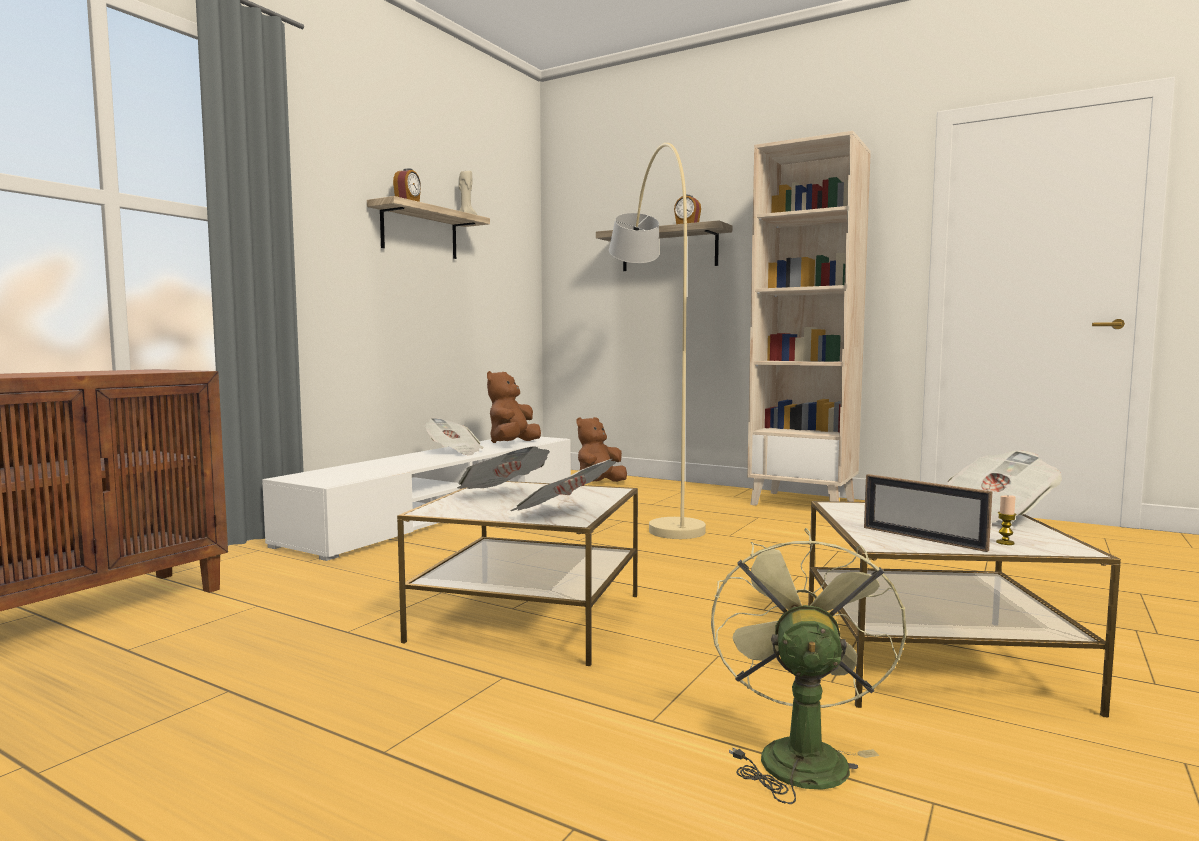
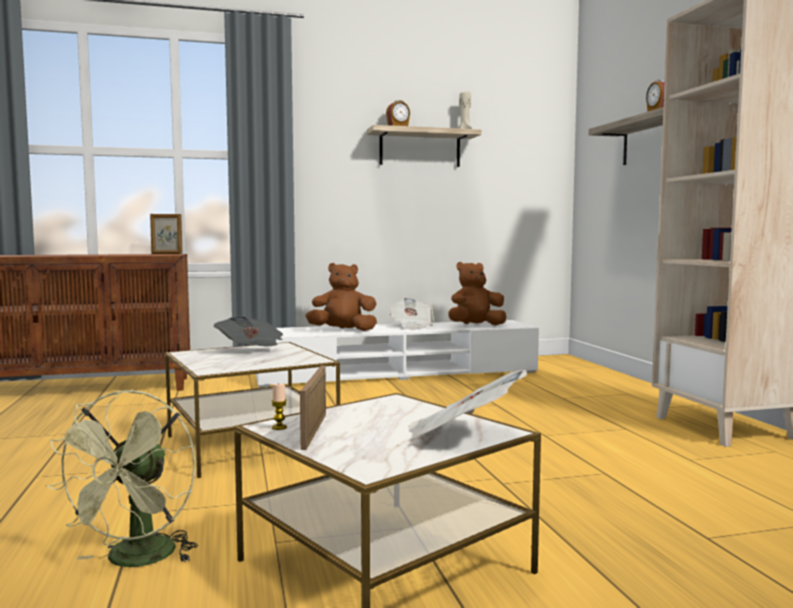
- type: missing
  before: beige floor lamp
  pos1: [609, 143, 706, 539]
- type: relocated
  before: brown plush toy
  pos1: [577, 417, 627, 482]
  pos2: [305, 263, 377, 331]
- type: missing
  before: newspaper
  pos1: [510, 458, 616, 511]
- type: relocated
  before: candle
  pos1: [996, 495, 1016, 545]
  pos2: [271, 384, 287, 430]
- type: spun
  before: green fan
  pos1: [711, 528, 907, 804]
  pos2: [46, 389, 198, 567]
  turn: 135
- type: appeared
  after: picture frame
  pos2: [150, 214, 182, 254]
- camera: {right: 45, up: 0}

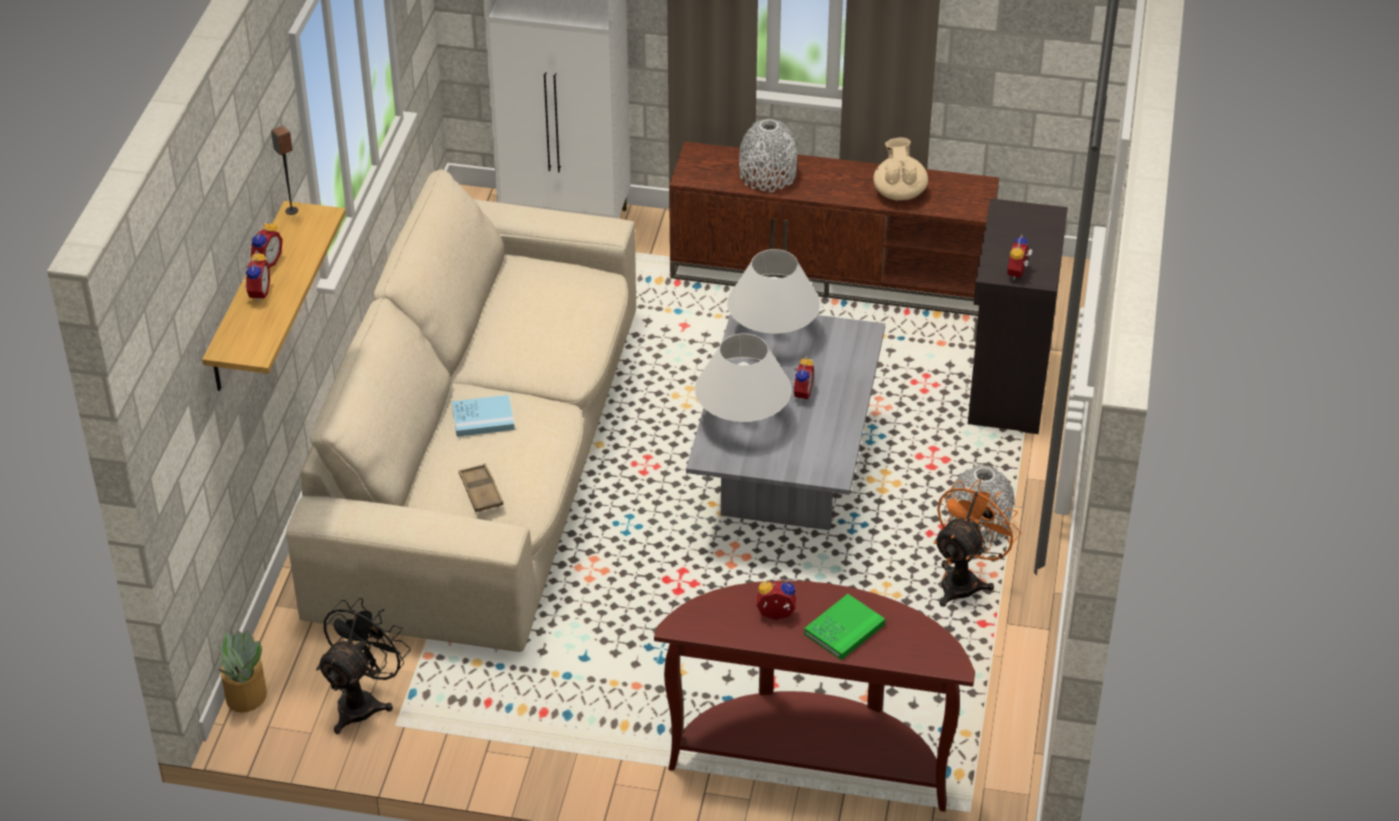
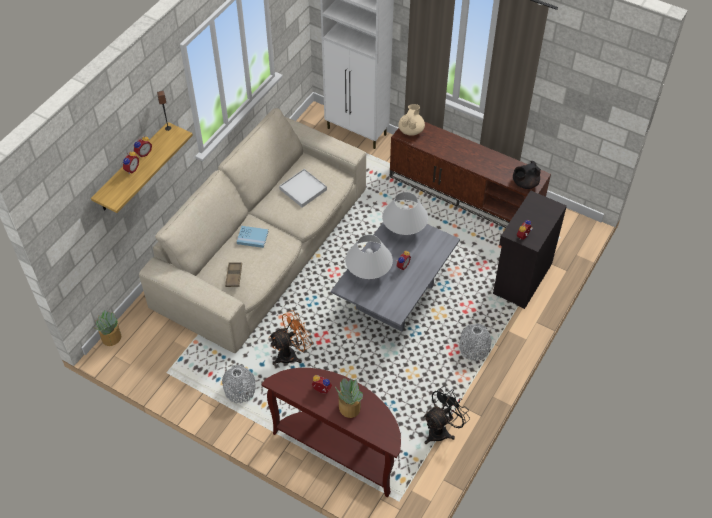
- type: relocated
  before: grey vase
  pos1: [739, 119, 797, 192]
  pos2: [222, 365, 255, 403]
- type: relocated
  before: beige teapot
  pos1: [873, 138, 928, 201]
  pos2: [398, 104, 425, 136]
- type: relocated
  before: orange fan
  pos1: [934, 479, 1021, 607]
  pos2: [269, 310, 313, 365]
- type: exchanged
  before: green book
  after: potted plant
  pos1: [804, 594, 885, 660]
  pos2: [335, 378, 363, 418]
- type: relocated
  before: black fan
  pos1: [316, 598, 411, 734]
  pos2: [423, 387, 470, 444]
- type: appeared
  after: black teapot
  pos2: [513, 161, 541, 189]
- type: appeared
  after: white tray
  pos2: [279, 169, 327, 208]
- camera: {right: 20, up: 10}

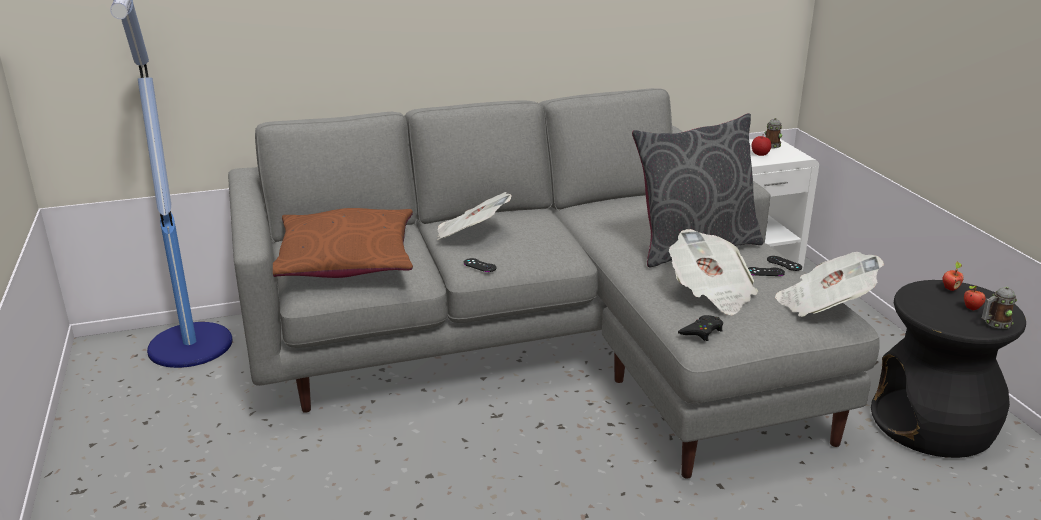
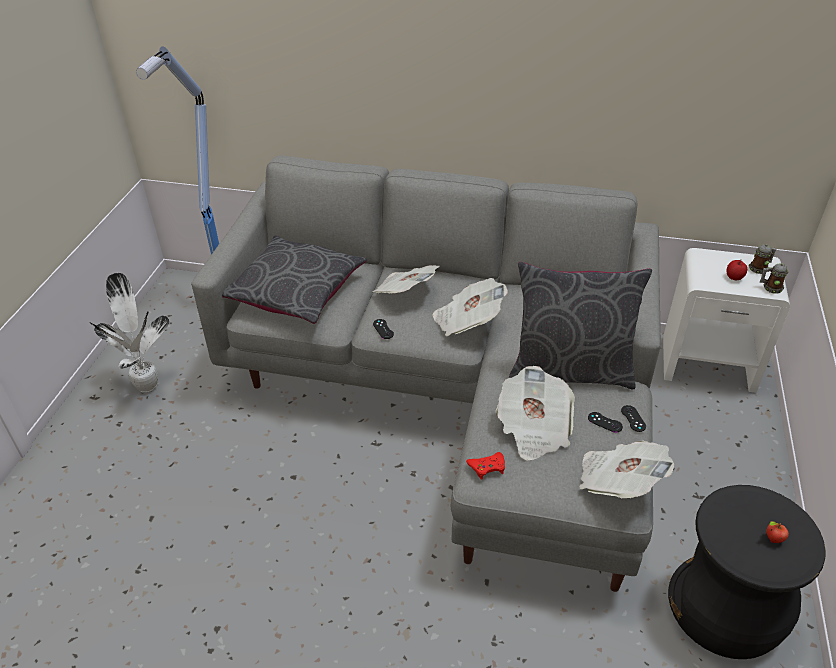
- type: colour
  before: brown pillow
  after: grey pillow
  pos1: [273, 208, 413, 278]
  pos2: [222, 235, 367, 324]
- type: missing
  before: apple
  pos1: [943, 261, 964, 291]
- type: relocated
  before: mug
  pos1: [982, 287, 1017, 329]
  pos2: [760, 263, 788, 294]
- type: colour
  before: black game controller
  after: red game controller
  pos1: [678, 315, 723, 341]
  pos2: [466, 452, 505, 480]
- type: appeared
  after: potted plant
  pos2: [89, 273, 169, 393]
- type: appeared
  after: newspaper
  pos2: [432, 278, 508, 336]
- camera: {right: 30, up: 15}

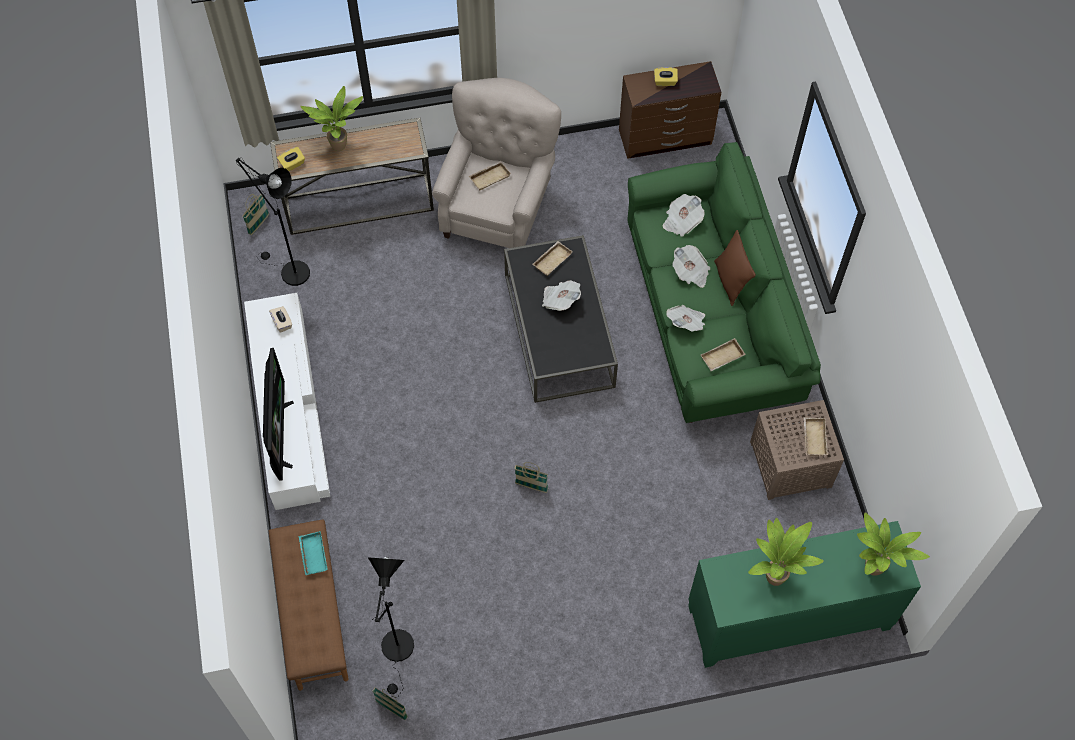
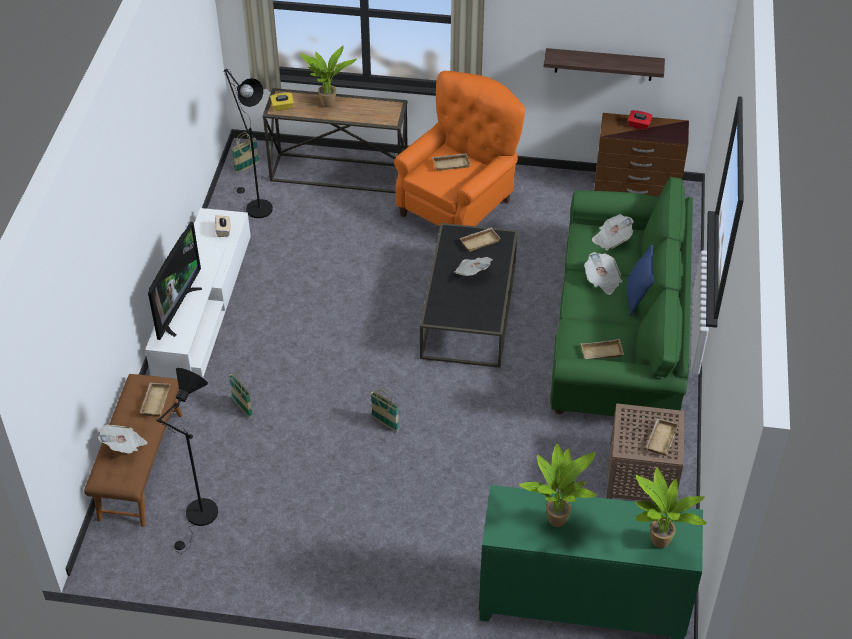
- type: colour
  before: yellow tissue box
  after: red tissue box
  pos1: [654, 67, 678, 86]
  pos2: [628, 110, 652, 130]
- type: colour
  before: beige armchair
  after: orange armchair
  pos1: [432, 78, 561, 248]
  pos2: [394, 71, 525, 226]
- type: colour
  before: brown pillow
  after: blue pillow
  pos1: [714, 230, 756, 306]
  pos2: [627, 244, 654, 316]
- type: relocated
  before: newspaper
  pos1: [666, 305, 705, 332]
  pos2: [98, 425, 147, 454]
- type: colour
  before: turquoise tray
  after: beige tray
  pos1: [299, 531, 328, 575]
  pos2: [140, 383, 170, 416]
- type: relocated
  before: basket
  pos1: [373, 687, 408, 720]
  pos2: [229, 371, 253, 418]
- type: appeared
  after: shelf
  pos2: [544, 48, 665, 81]
- camera: {right: 20, up: -15}

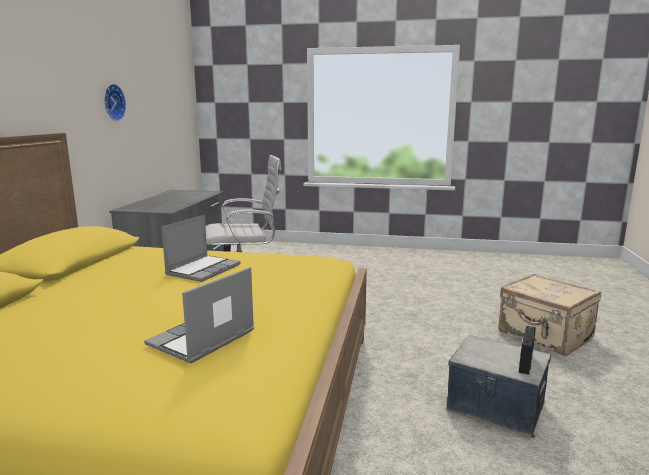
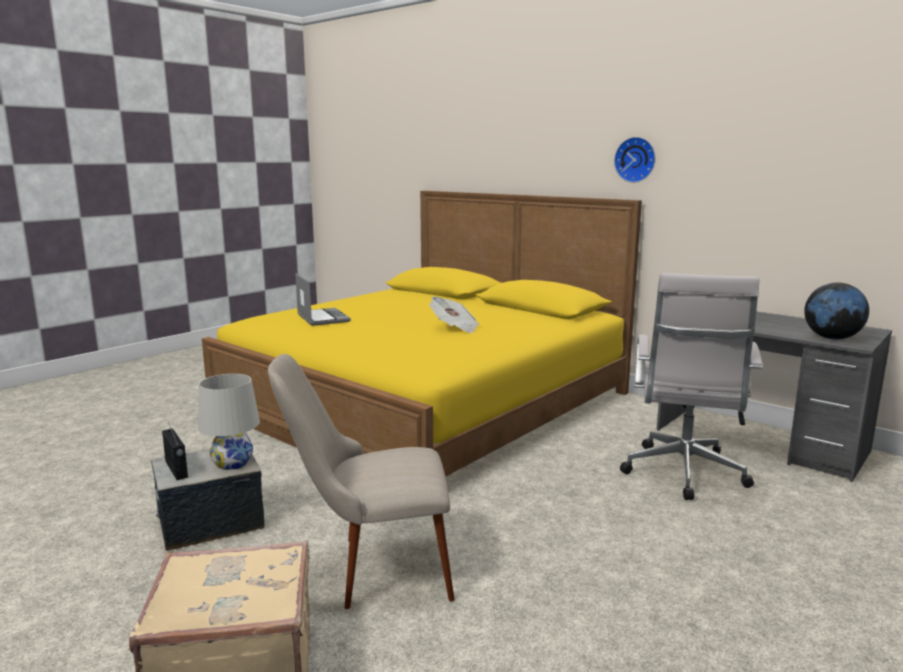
- type: relocated
  before: wall clock
  pos1: [104, 84, 126, 121]
  pos2: [614, 137, 656, 183]
- type: exchanged
  before: laptop
  after: newspaper
  pos1: [161, 215, 241, 282]
  pos2: [429, 296, 480, 333]
- type: appeared
  after: globe
  pos2: [804, 283, 869, 339]
- type: appeared
  after: beige chair
  pos2: [268, 354, 454, 609]
- type: appeared
  after: white table lamp
  pos2: [198, 374, 260, 470]
- camera: {right: 120, up: 0}

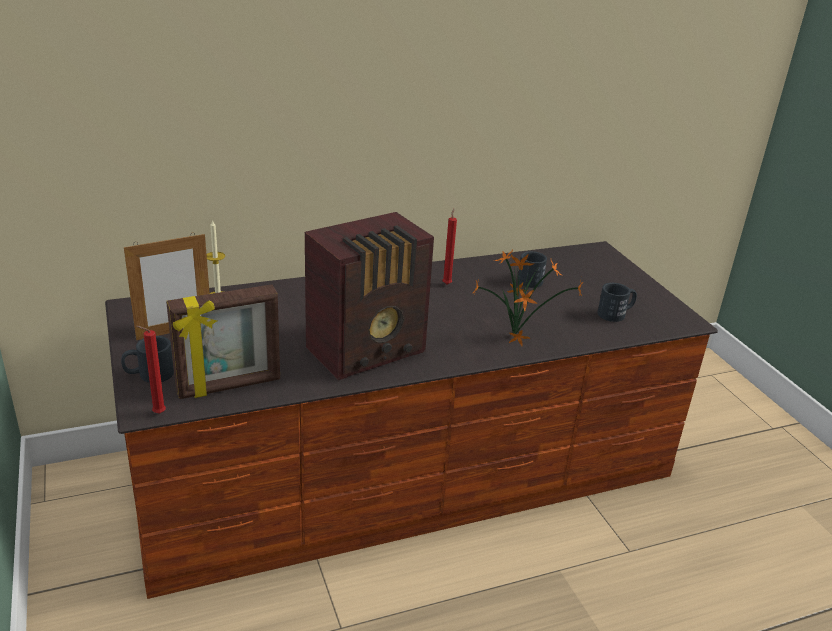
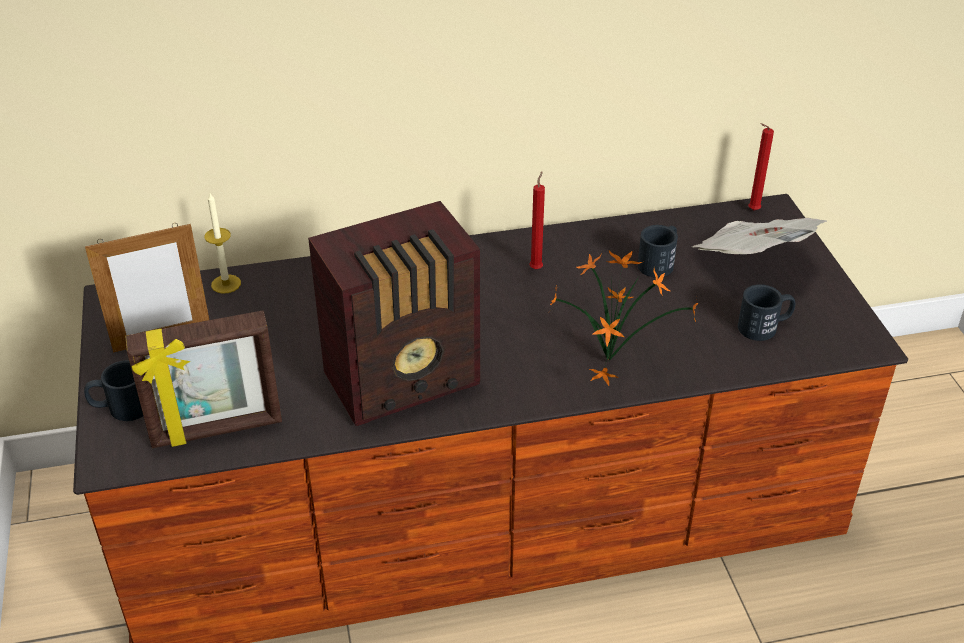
- type: relocated
  before: red candle
  pos1: [136, 326, 166, 414]
  pos2: [748, 123, 774, 210]
- type: appeared
  after: newspaper
  pos2: [693, 218, 827, 254]
- camera: {right: 10, up: 10}

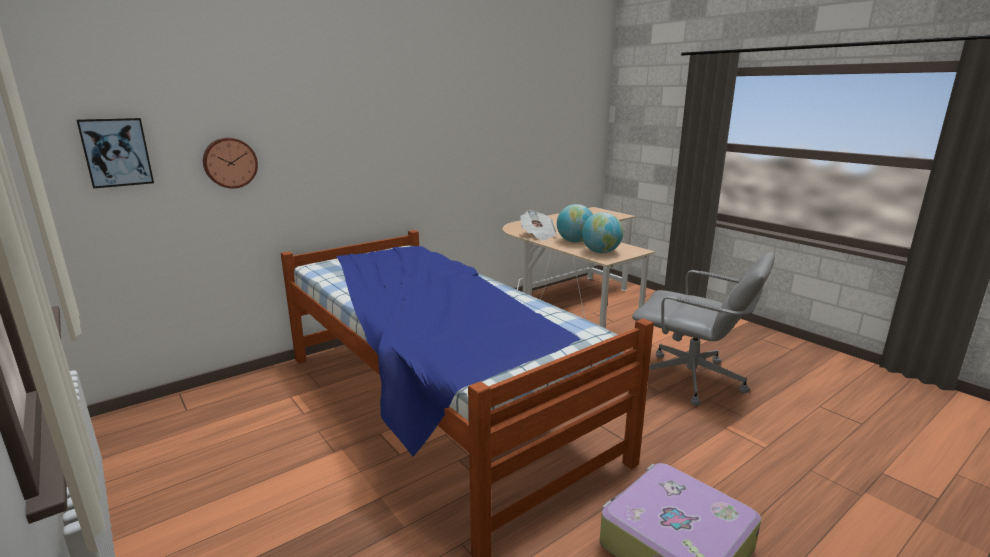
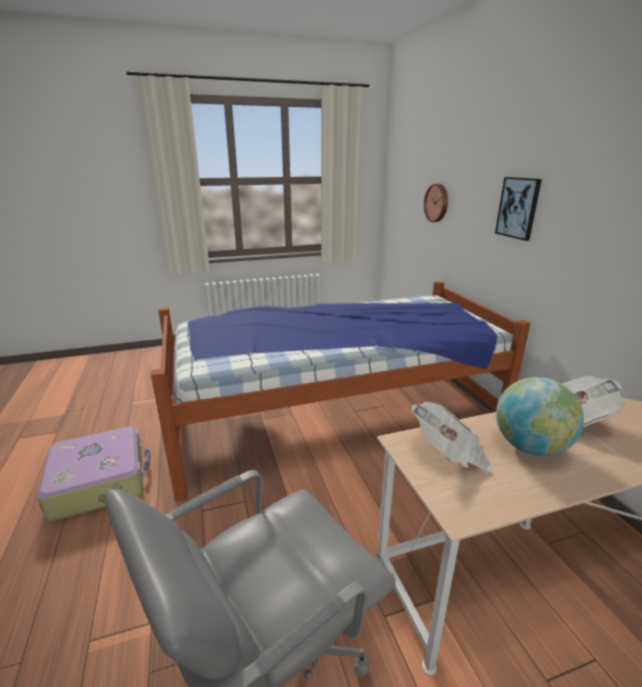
- type: relocated
  before: picture
  pos1: [76, 118, 154, 189]
  pos2: [495, 177, 542, 241]
- type: exchanged
  before: globe
  after: newspaper
  pos1: [582, 212, 623, 253]
  pos2: [412, 402, 493, 472]
- camera: {right: 110, up: 5}

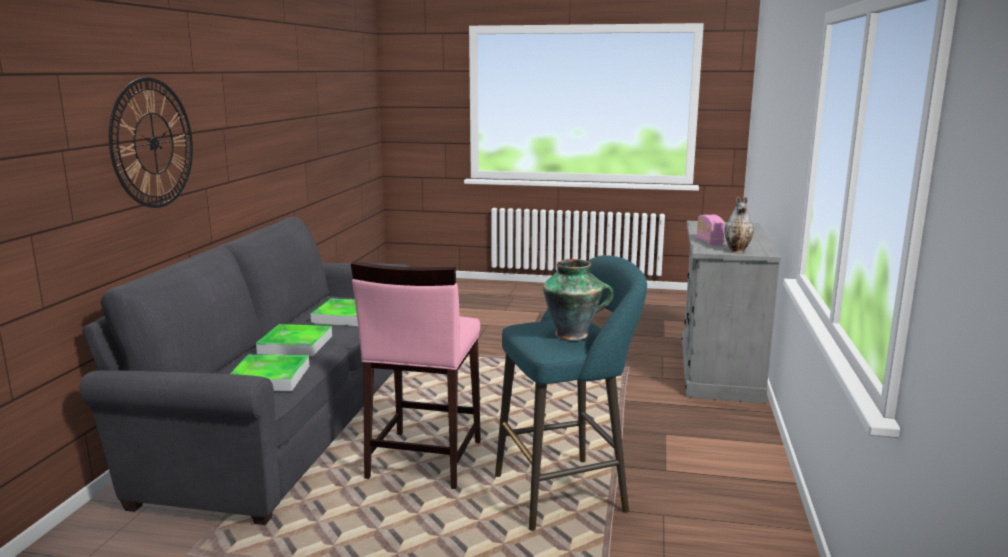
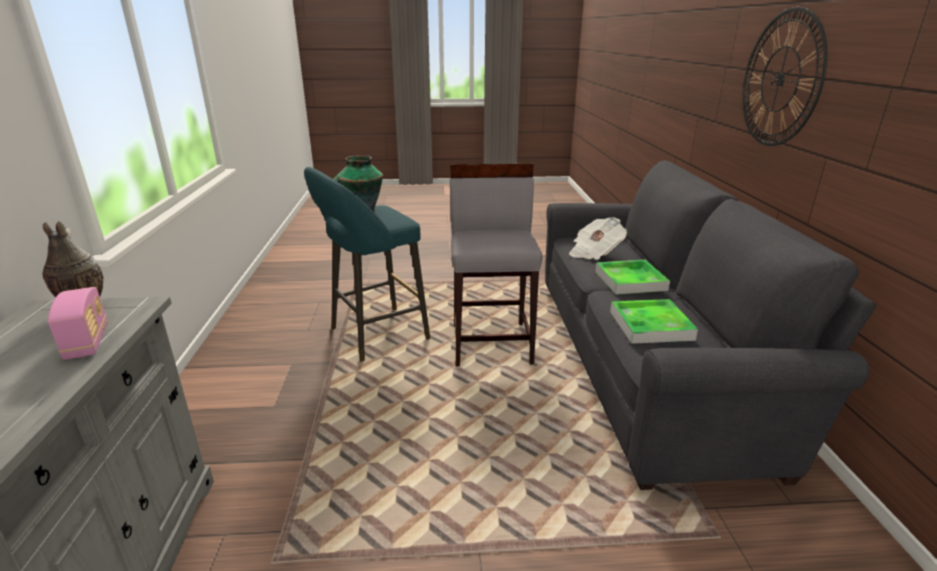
- type: colour
  before: pink stool
  after: grey stool
  pos1: [351, 261, 481, 489]
  pos2: [450, 164, 543, 366]
- type: exchanged
  before: tray
  after: newspaper
  pos1: [230, 355, 309, 391]
  pos2: [569, 217, 627, 260]
- camera: {right: 165, up: 10}

